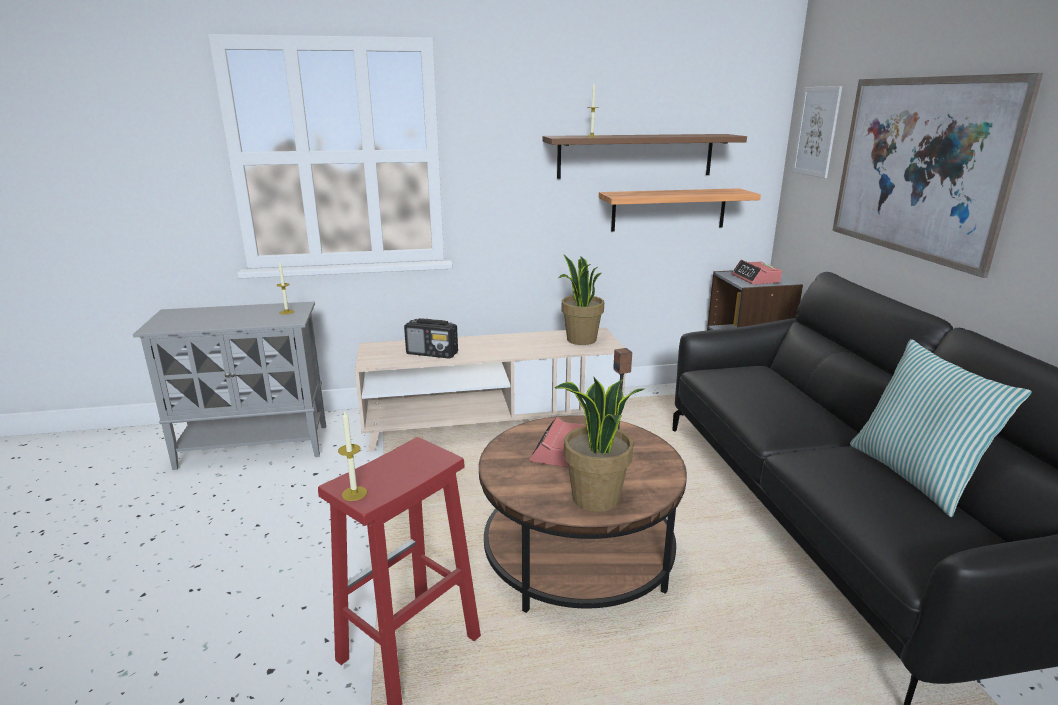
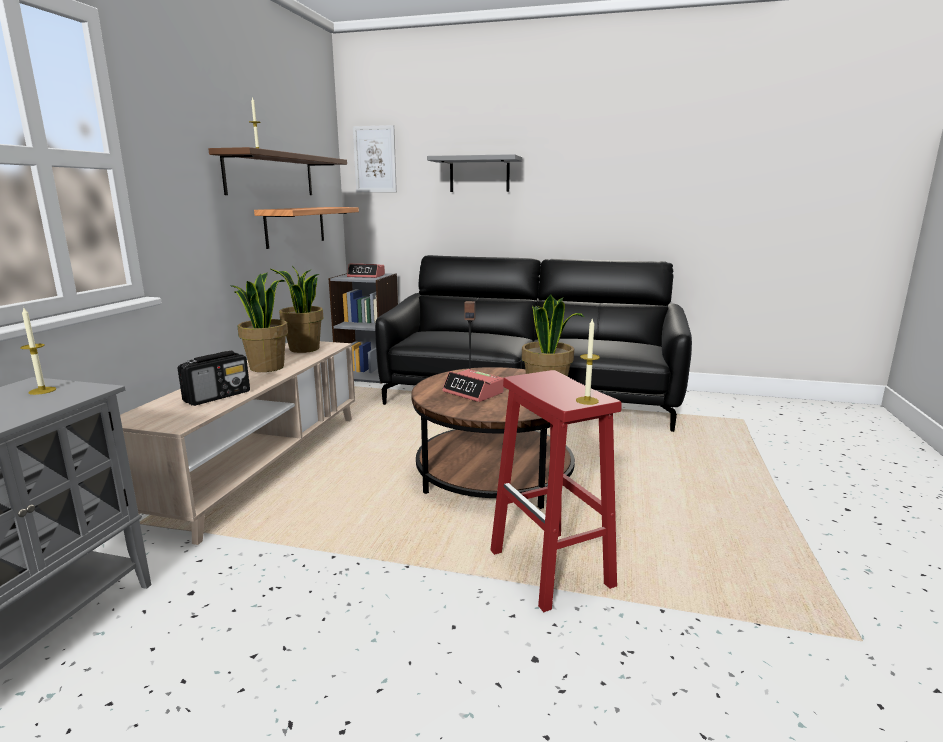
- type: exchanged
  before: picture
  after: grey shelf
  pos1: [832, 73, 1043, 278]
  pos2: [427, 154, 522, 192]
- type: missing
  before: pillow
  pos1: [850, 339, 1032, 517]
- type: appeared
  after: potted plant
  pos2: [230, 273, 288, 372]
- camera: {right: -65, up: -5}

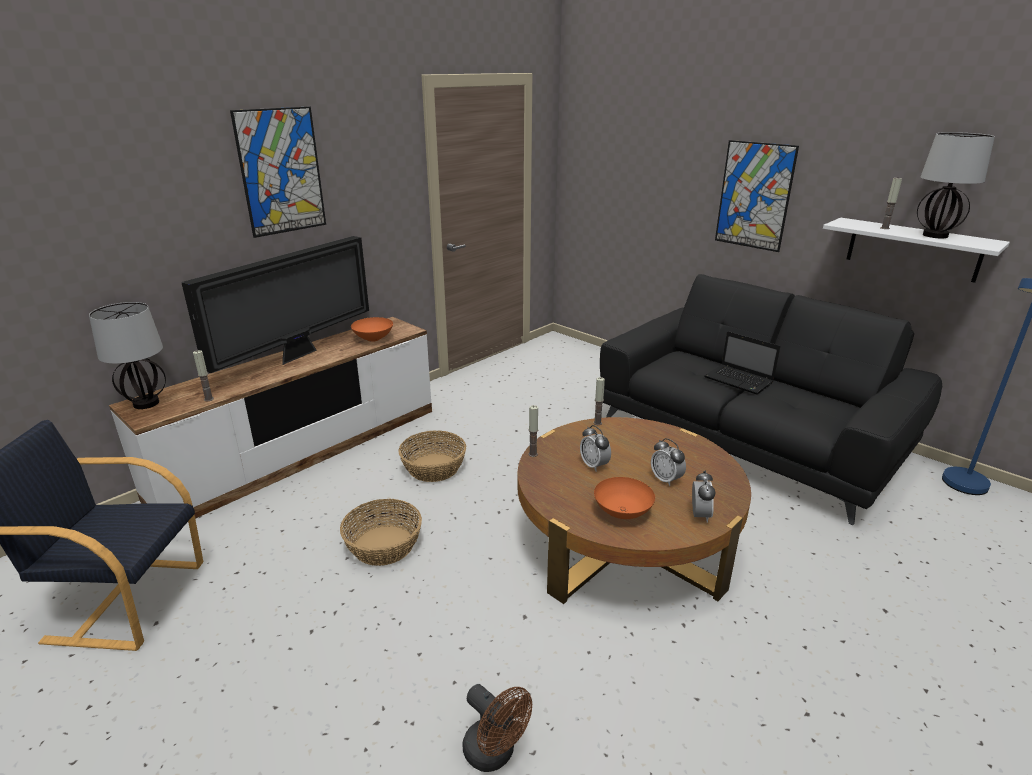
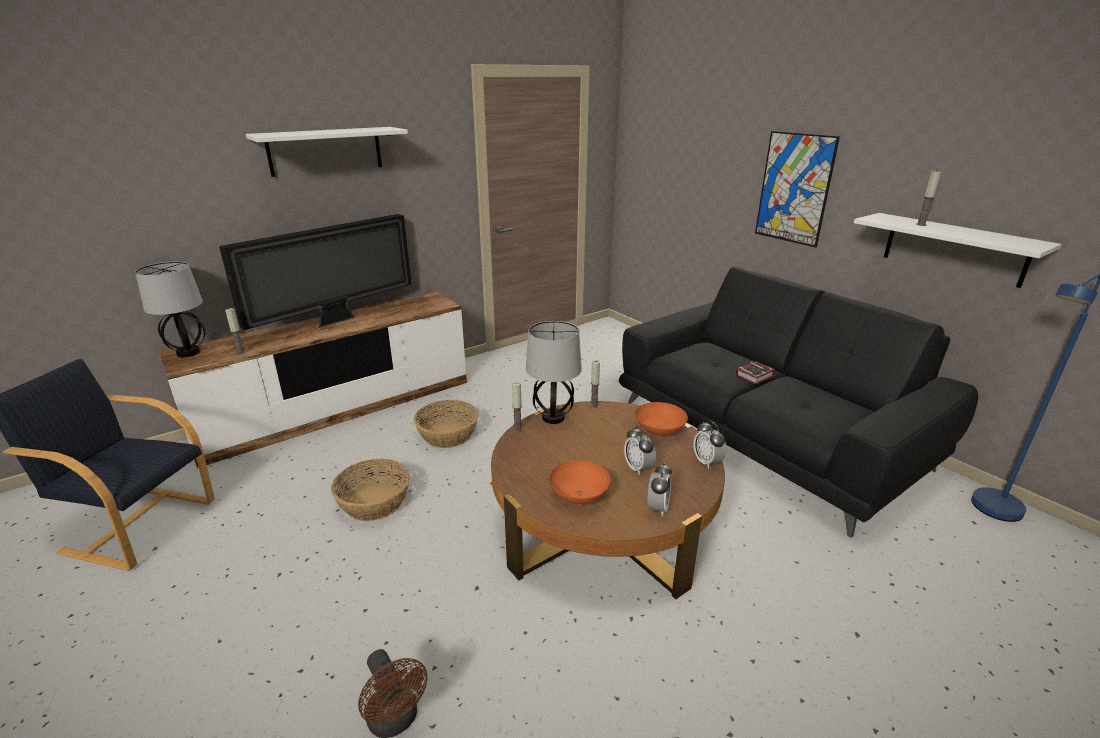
- type: exchanged
  before: picture
  after: white shelf
  pos1: [230, 106, 326, 238]
  pos2: [246, 127, 408, 177]
- type: relocated
  before: table lamp
  pos1: [917, 132, 995, 238]
  pos2: [526, 321, 582, 424]
- type: relocated
  before: orange bowl
  pos1: [351, 317, 393, 342]
  pos2: [635, 402, 688, 436]
- type: exchanged
  before: laptop
  after: book
  pos1: [704, 331, 780, 395]
  pos2: [736, 361, 775, 385]
- type: relocated
  before: alarm clock
  pos1: [580, 425, 611, 471]
  pos2: [693, 421, 727, 469]
- camera: {right: 10, up: 0}

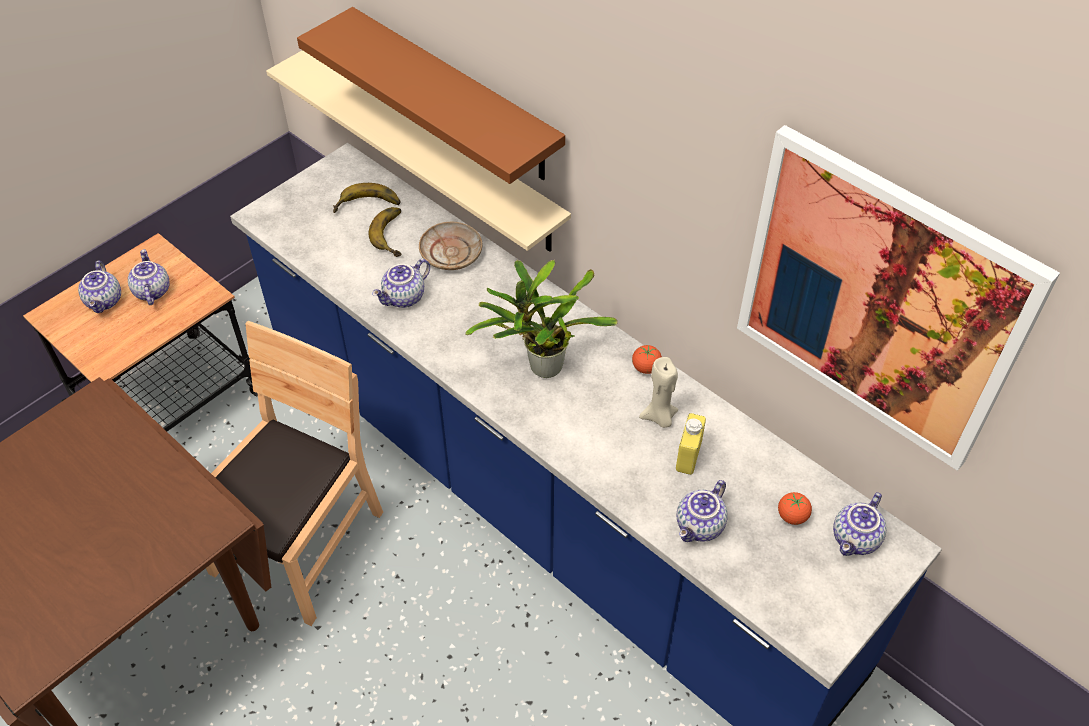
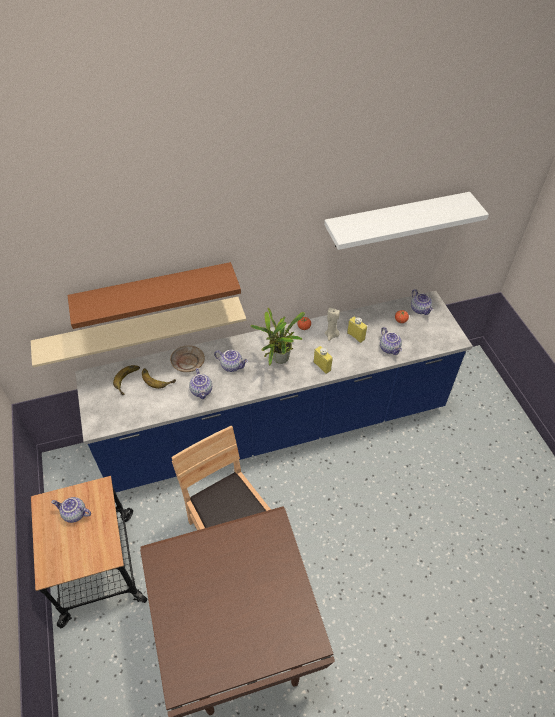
- type: exchanged
  before: picture
  after: white shelf
  pos1: [737, 125, 1060, 471]
  pos2: [324, 192, 489, 250]
- type: relocated
  before: teapot
  pos1: [78, 260, 121, 313]
  pos2: [214, 350, 248, 372]
- type: appeared
  after: yellow bottle
  pos2: [314, 346, 333, 374]
- camera: {right: -60, up: 0}

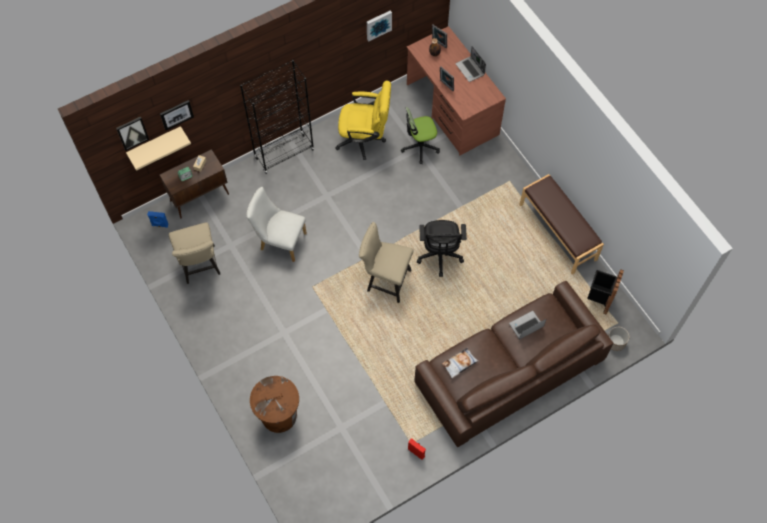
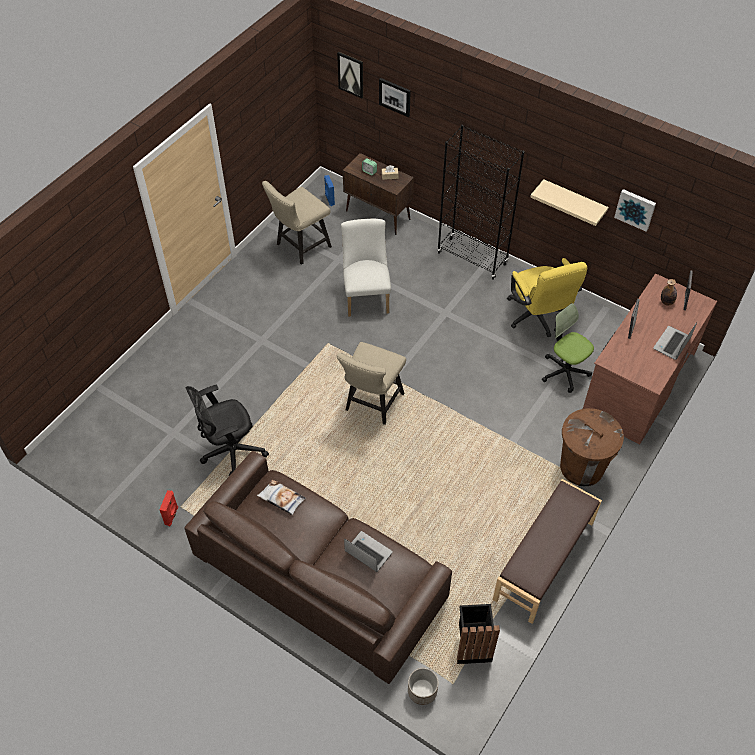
- type: relocated
  before: beige shelf
  pos1: [126, 126, 191, 171]
  pos2: [531, 179, 609, 226]
- type: relocated
  before: black office chair
  pos1: [417, 220, 467, 277]
  pos2: [186, 385, 269, 476]
- type: spun
  before: beige chair
  pos1: [359, 222, 413, 303]
  pos2: [336, 342, 406, 425]
  turn: -150
- type: relocated
  before: brown trash can
  pos1: [250, 376, 299, 433]
  pos2: [560, 408, 624, 486]
- camera: {right: 65, up: -10}

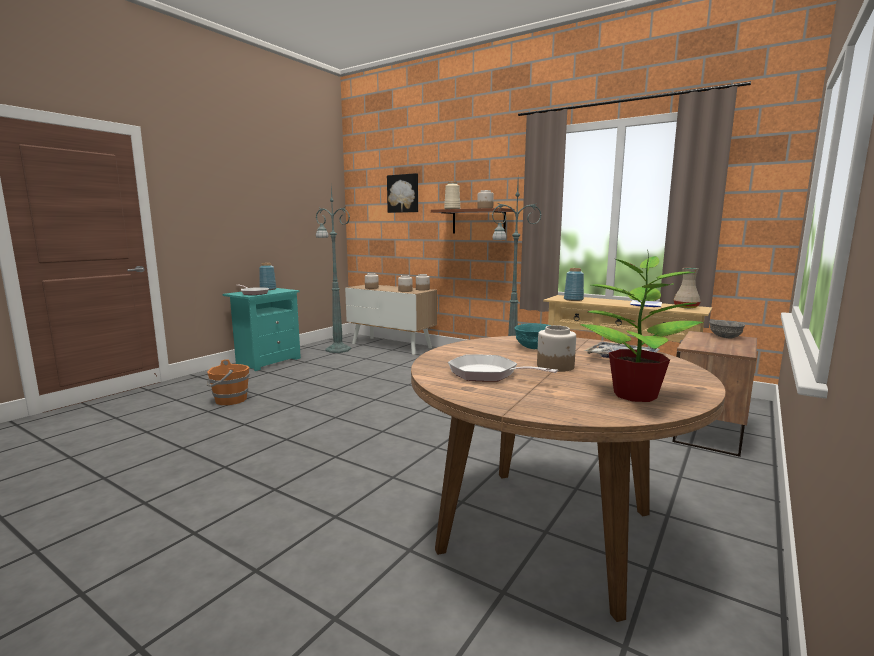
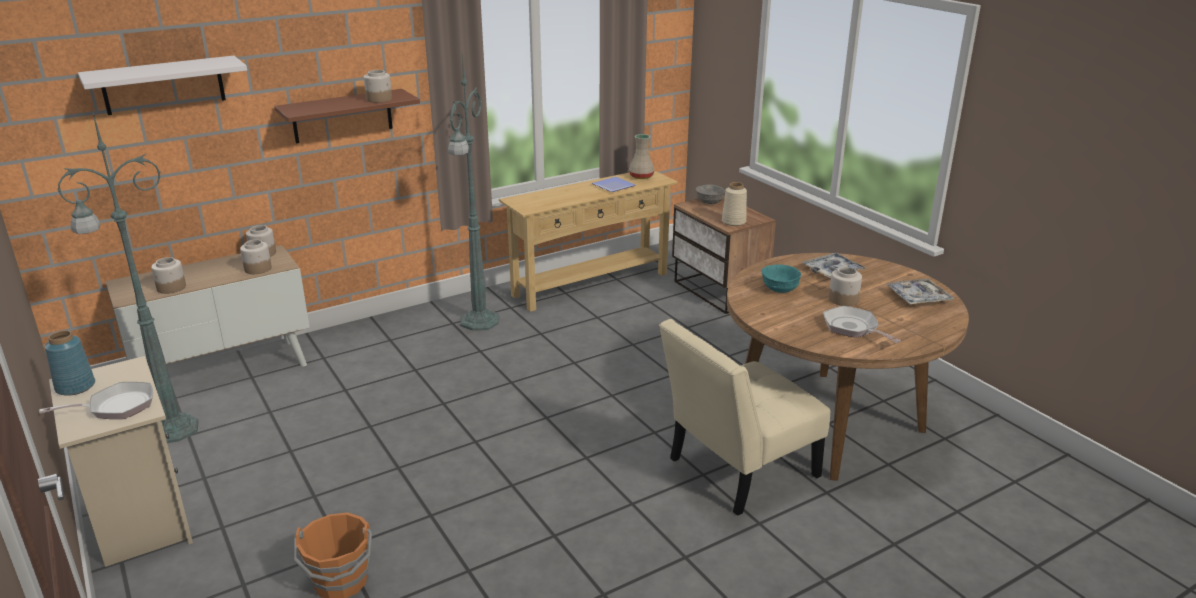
- type: exchanged
  before: picture
  after: white shelf
  pos1: [387, 173, 418, 213]
  pos2: [78, 55, 247, 115]
- type: relocated
  before: beige vase
  pos1: [444, 181, 460, 209]
  pos2: [722, 182, 747, 226]
- type: exchanged
  before: potted plant
  after: tray
  pos1: [580, 250, 703, 402]
  pos2: [887, 278, 954, 305]
- type: missing
  before: blue vase
  pos1: [564, 268, 584, 301]
- type: colour
  before: turquoise nightstand
  after: beige nightstand
  pos1: [223, 288, 301, 371]
  pos2: [49, 356, 193, 567]
- type: spun
  before: frying pan
  pos1: [448, 355, 558, 382]
  pos2: [823, 306, 901, 343]
  turn: 90
- type: appeared
  after: beige chair
  pos2: [659, 319, 830, 516]
- camera: {right: -65, up: 15}

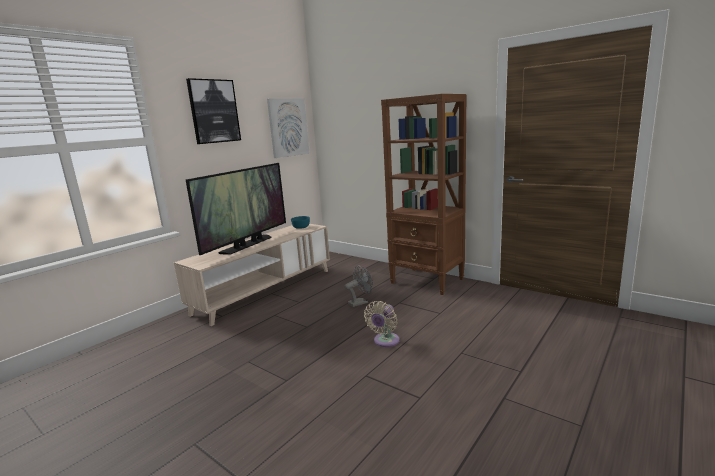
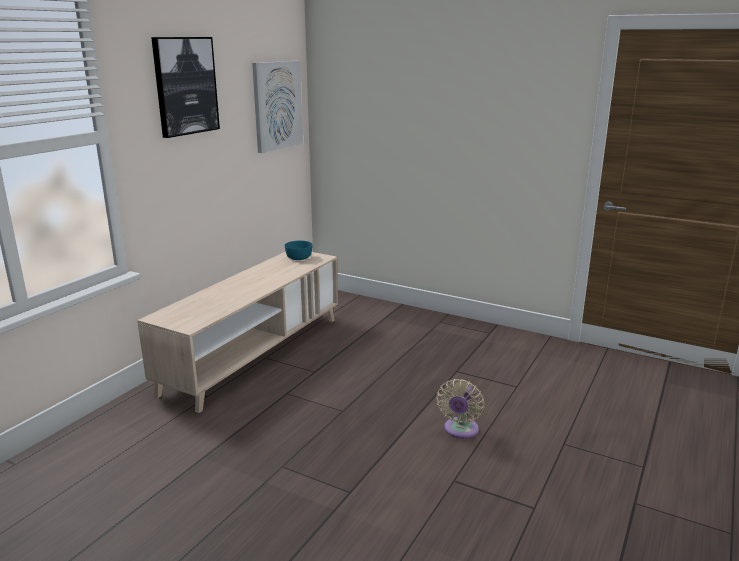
- type: missing
  before: brown bookcase
  pos1: [381, 94, 467, 295]
- type: missing
  before: television
  pos1: [186, 163, 286, 255]
- type: missing
  before: grey fan
  pos1: [345, 265, 373, 307]
- camera: {right: -10, up: 5}

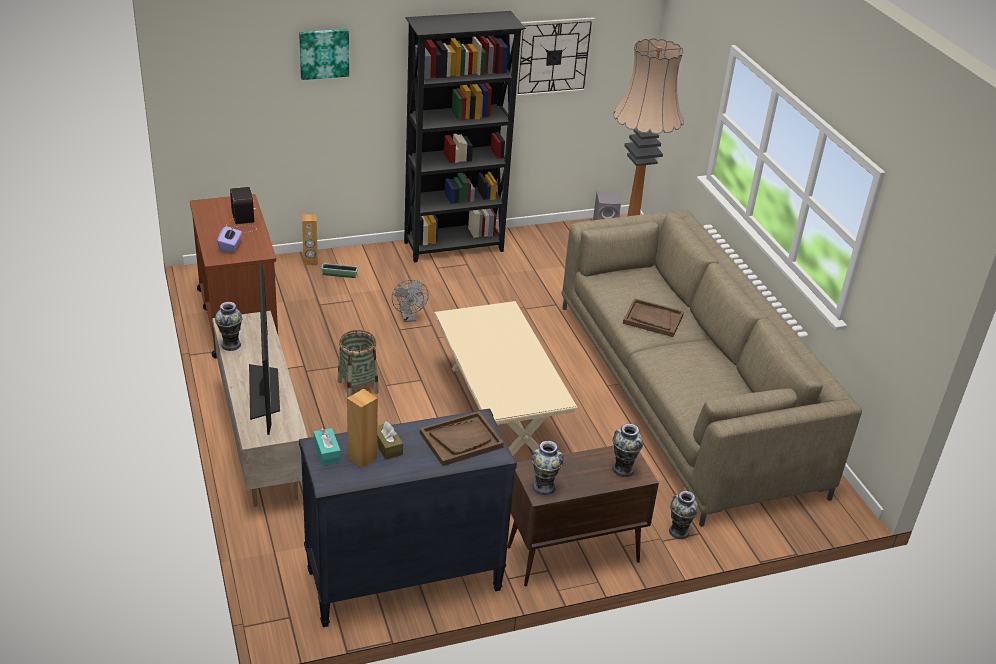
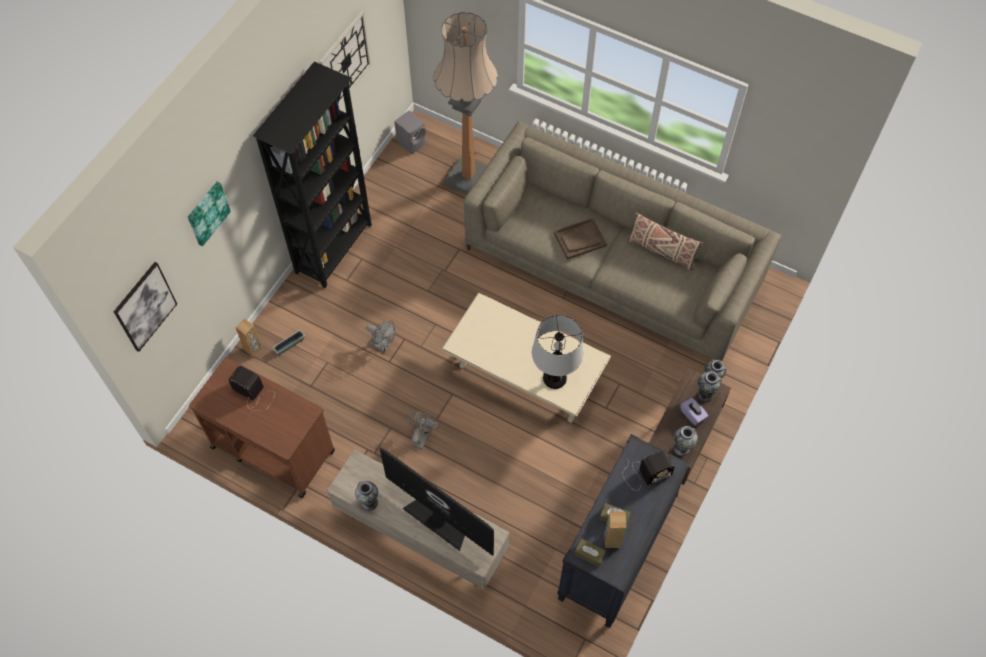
- type: relocated
  before: purple tissue box
  pos1: [217, 226, 242, 253]
  pos2: [680, 398, 708, 426]
- type: exchanged
  before: basket
  after: grey fan
  pos1: [338, 330, 379, 398]
  pos2: [407, 411, 439, 449]
- type: exchanged
  before: brown tray
  after: radio
  pos1: [420, 411, 504, 466]
  pos2: [623, 450, 675, 491]
- type: colour
  before: turquoise tissue box
  after: brown tissue box
  pos1: [314, 428, 341, 465]
  pos2: [574, 539, 606, 567]
- type: appeared
  after: beige pillow
  pos2: [628, 213, 703, 271]
- type: appeared
  after: picture
  pos2: [114, 262, 177, 352]
- type: appeared
  after: table lamp
  pos2: [532, 315, 583, 389]
- camera: {right: -40, up: 25}

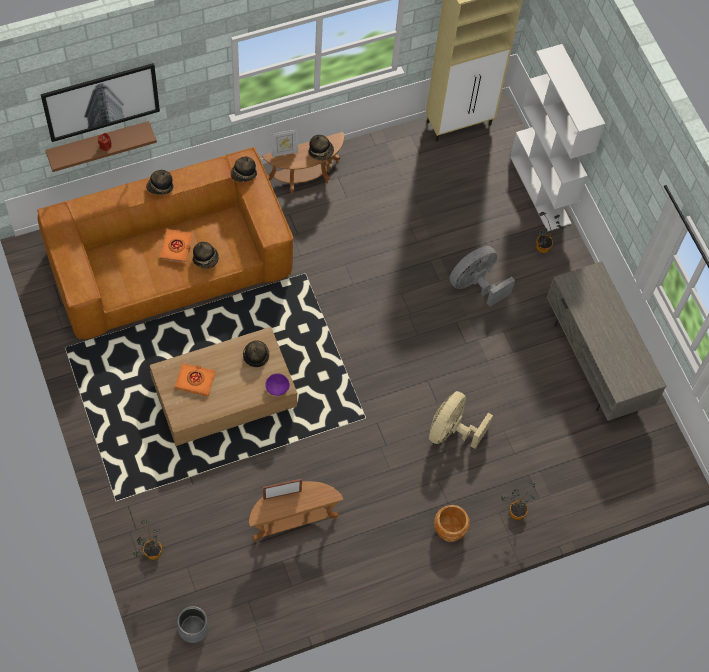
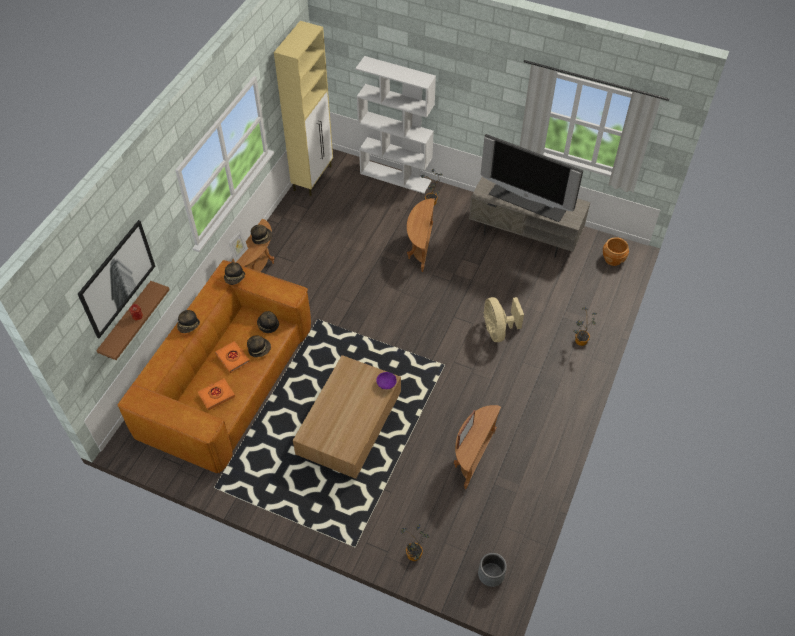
- type: exchanged
  before: grey fan
  after: brown side table
  pos1: [449, 246, 515, 307]
  pos2: [407, 198, 435, 272]
- type: relocated
  before: hat
  pos1: [243, 341, 270, 367]
  pos2: [257, 311, 279, 333]
- type: relocated
  before: orange book
  pos1: [175, 363, 216, 396]
  pos2: [198, 379, 235, 410]
- type: relocated
  before: brown planter
  pos1: [434, 505, 470, 542]
  pos2: [603, 237, 629, 266]
- type: appeared
  after: television
  pos2: [481, 134, 583, 222]
- camera: {right: -40, up: -10}

